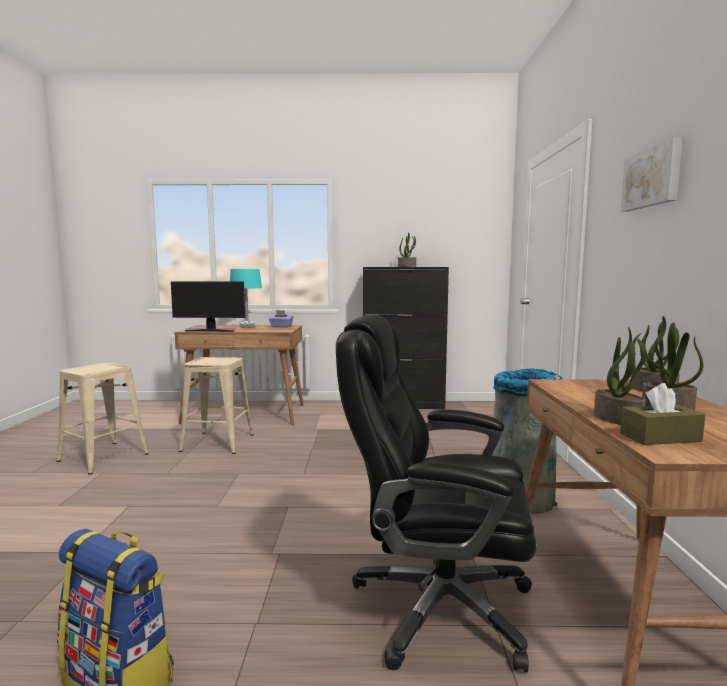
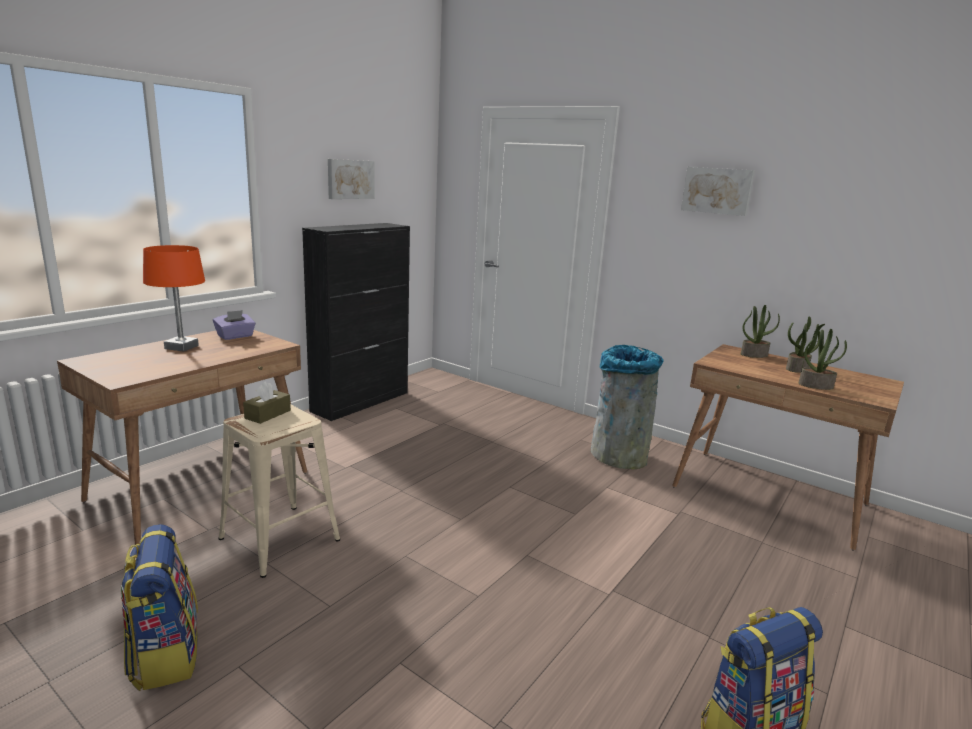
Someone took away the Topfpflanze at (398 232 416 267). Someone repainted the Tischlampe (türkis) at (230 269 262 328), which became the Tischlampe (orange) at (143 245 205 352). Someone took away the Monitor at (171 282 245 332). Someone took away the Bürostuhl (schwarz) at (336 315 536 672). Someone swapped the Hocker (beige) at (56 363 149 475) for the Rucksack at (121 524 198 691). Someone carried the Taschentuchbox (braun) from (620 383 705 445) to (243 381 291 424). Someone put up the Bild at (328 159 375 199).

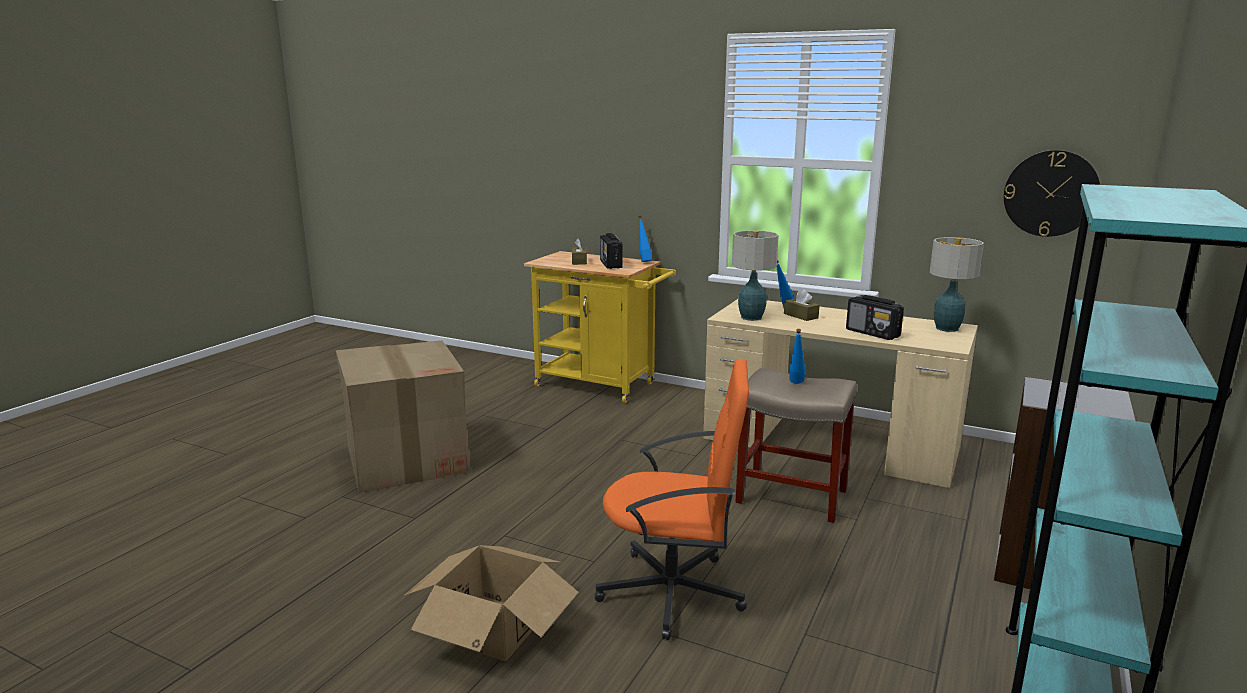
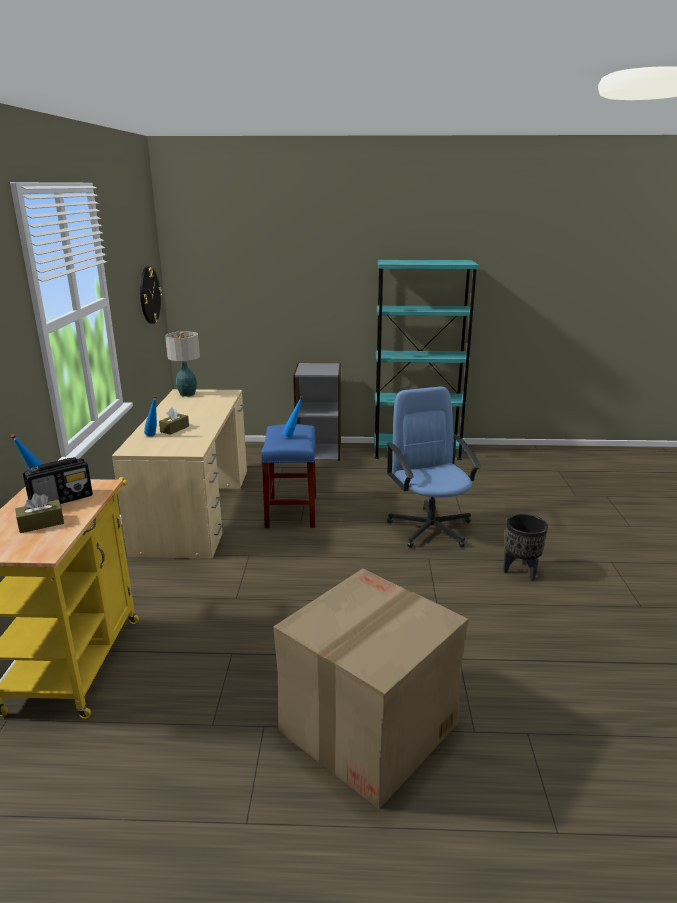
Someone took away the Tischlampe at (732 230 779 321). Someone took away the Radio at (846 295 904 340). Someone repainted the Bürostuhl (orange) at (595 359 749 640), which became the Bürostuhl (blau) at (386 386 481 548). Someone repainted the Hocker (beige) at (736 368 857 523), which became the Hocker (blau) at (261 424 316 528). Someone swapped the Karton at (404 545 579 661) for the Pflanzkübel (schwarz) at (503 514 548 580).

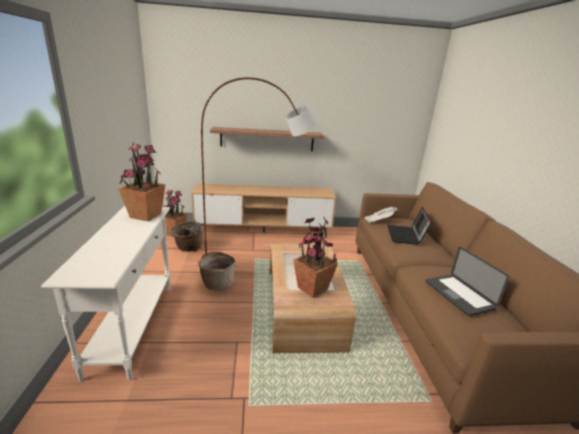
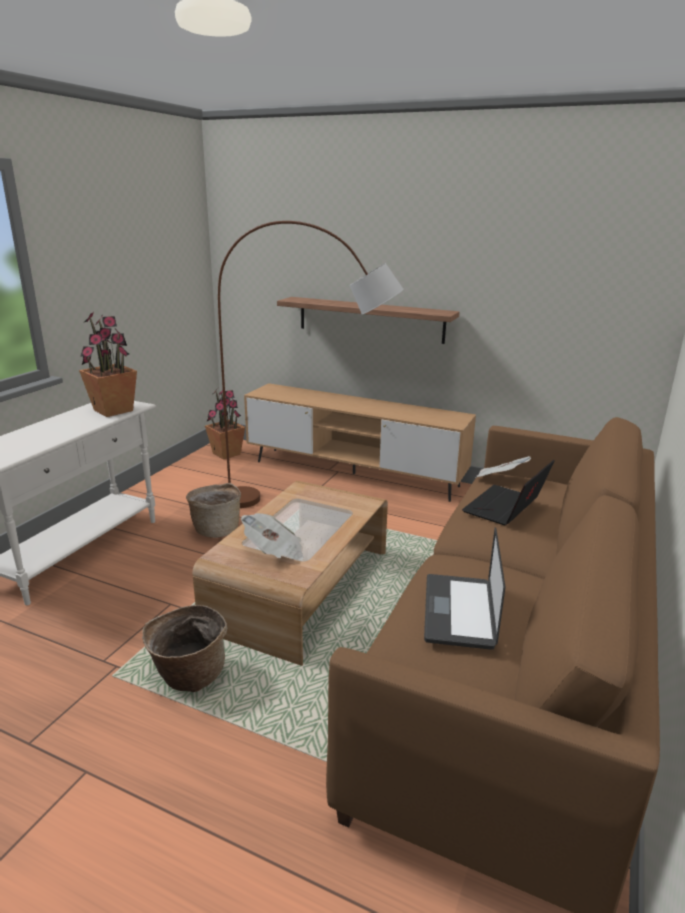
Someone swapped the Topfpflanze at (293 216 338 298) for the Zeitung at (241 513 303 561). Someone carried the Korb from (170 221 204 252) to (142 605 227 692).

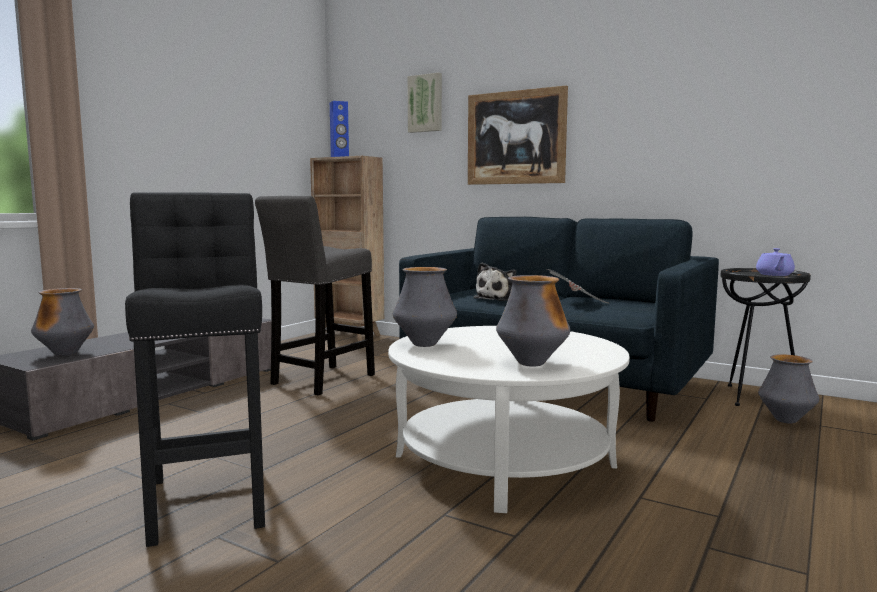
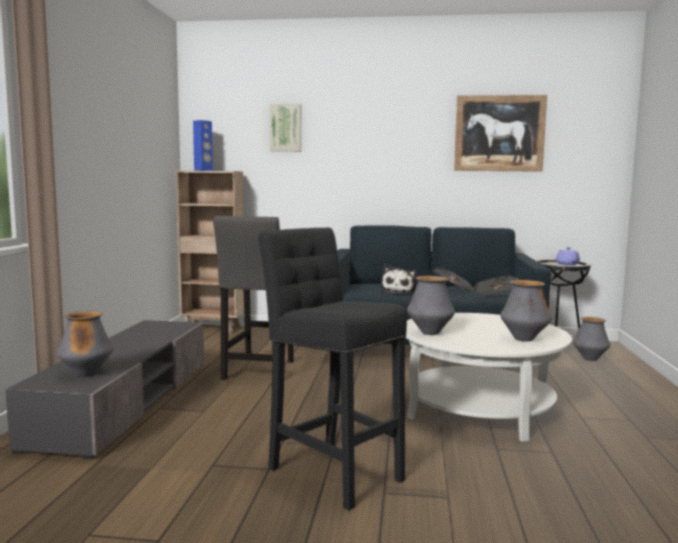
Someone carried the Bild from (468 85 568 185) to (454 95 547 172). Someone put down the Zeitung at (473 275 519 294).

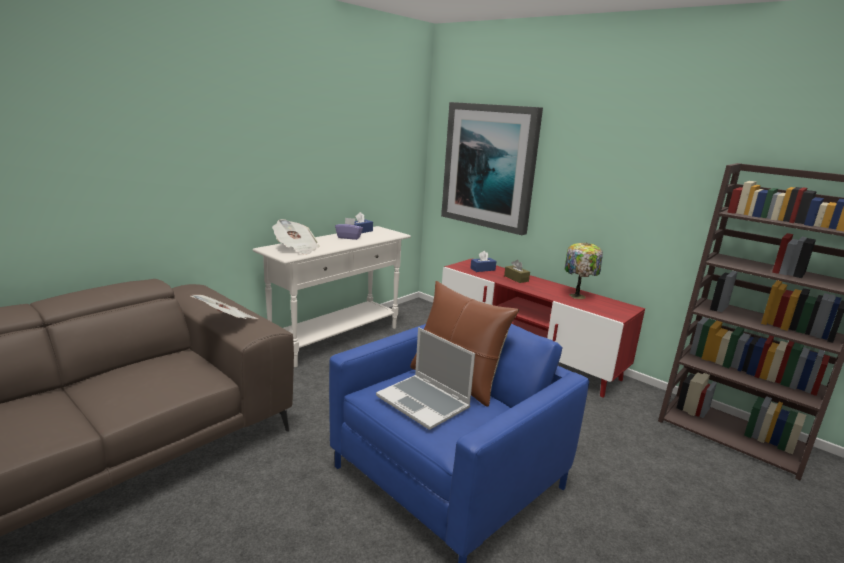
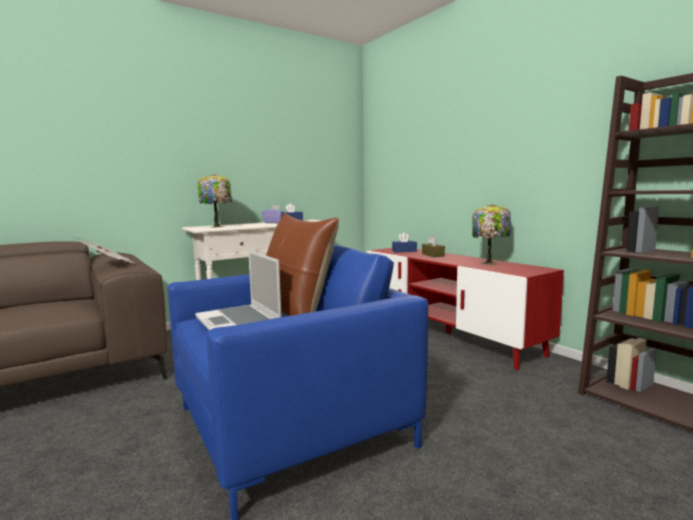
Someone took away the Bild at (441 102 543 235). Someone swapped the Zeitung at (272 219 320 255) for the Tischlampe at (198 174 232 227).

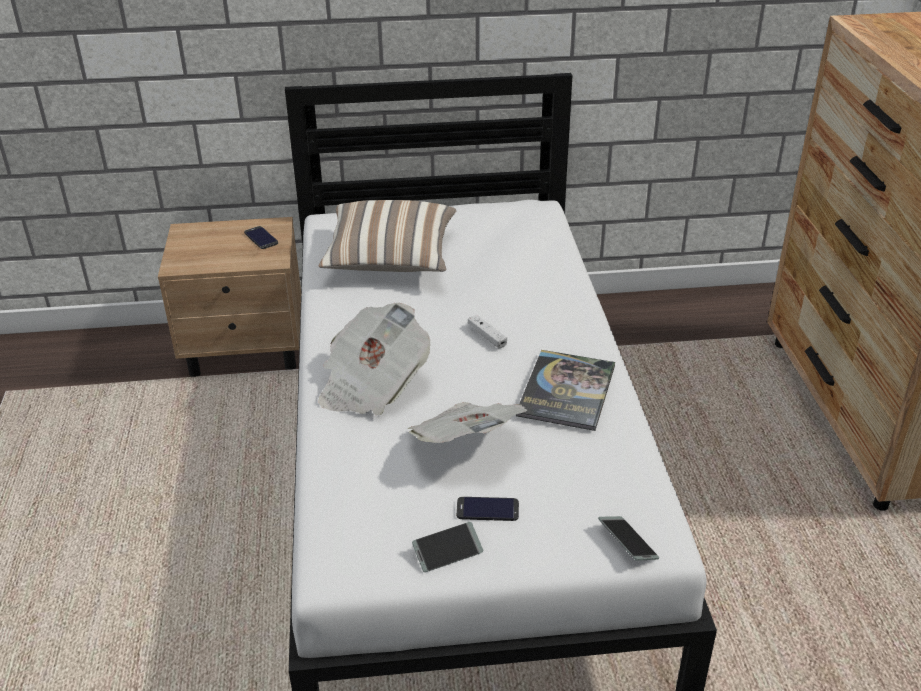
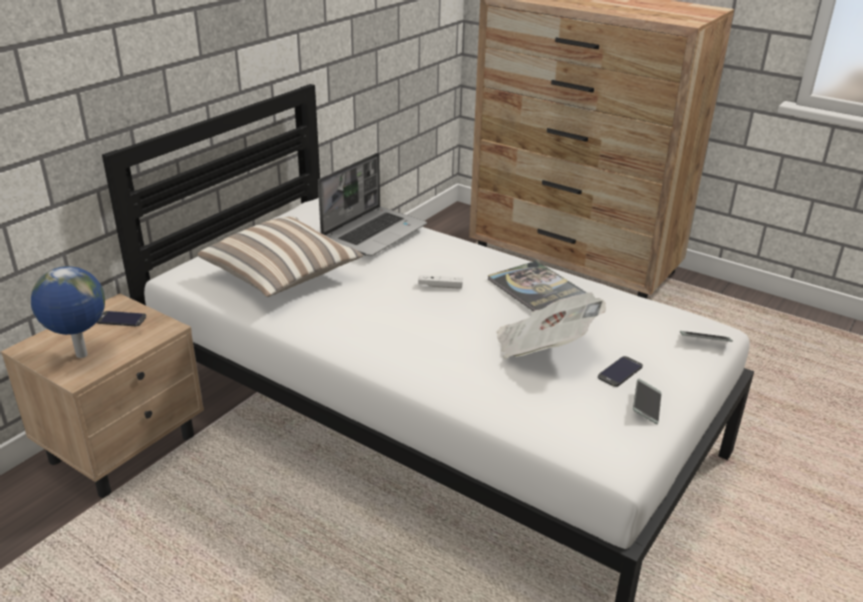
Someone took away the Zeitung at (318 303 430 415). Someone put down the Laptop at (318 153 427 256). Someone put down the Globus at (31 266 105 358).

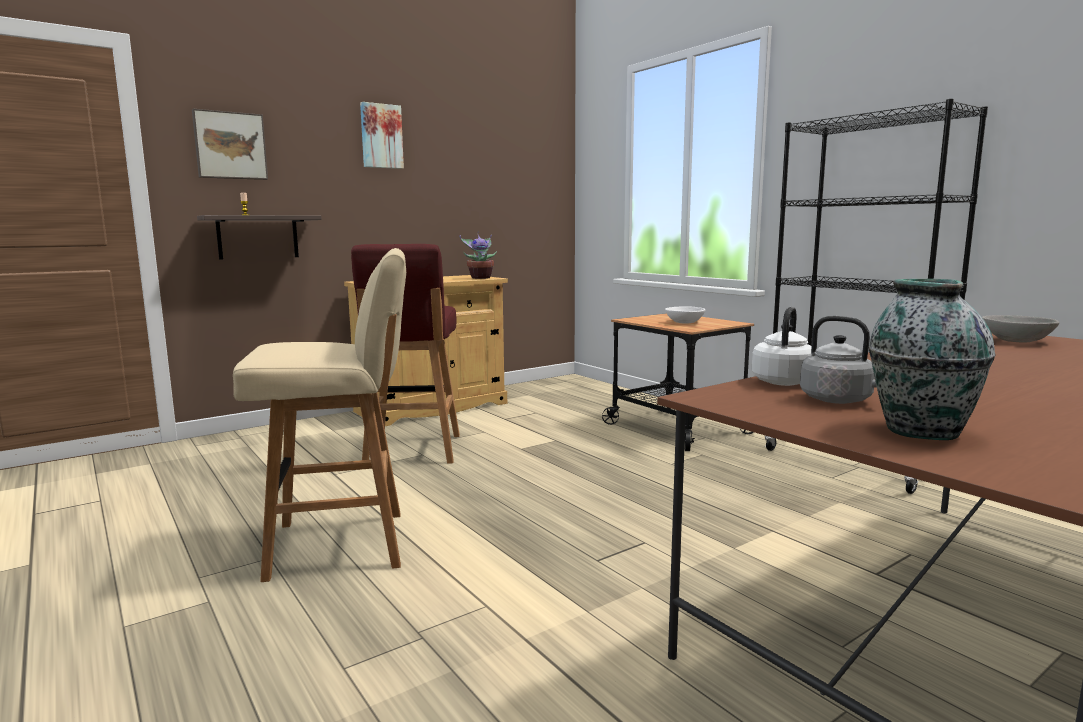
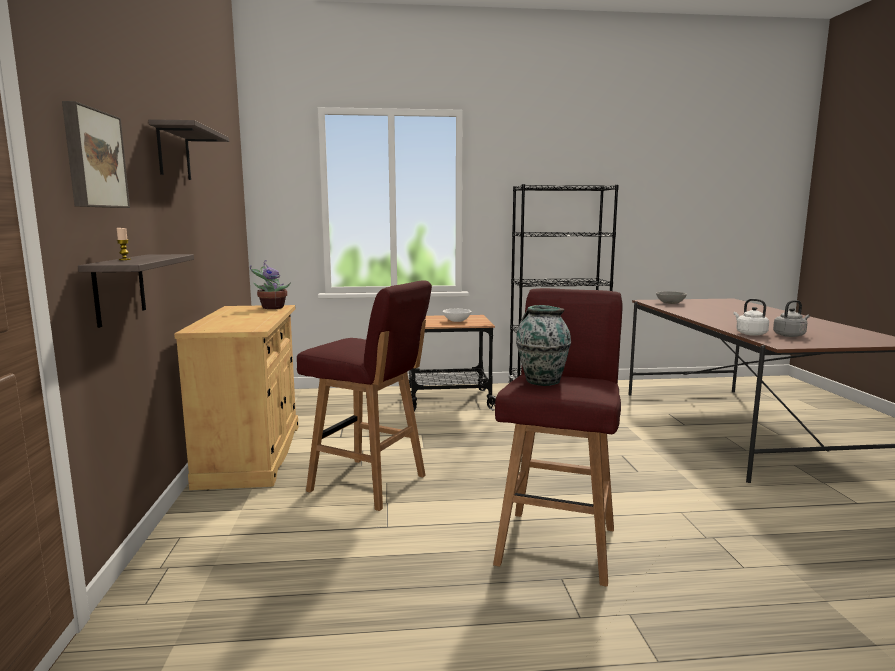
Someone swapped the Bild at (360 102 404 169) for the Wandregal at (148 119 229 180). Someone repainted the Hocker (beige) at (233 248 406 582), which became the Hocker (rot) at (493 288 623 587). Someone carried the Vase from (869 279 995 440) to (516 305 571 386).

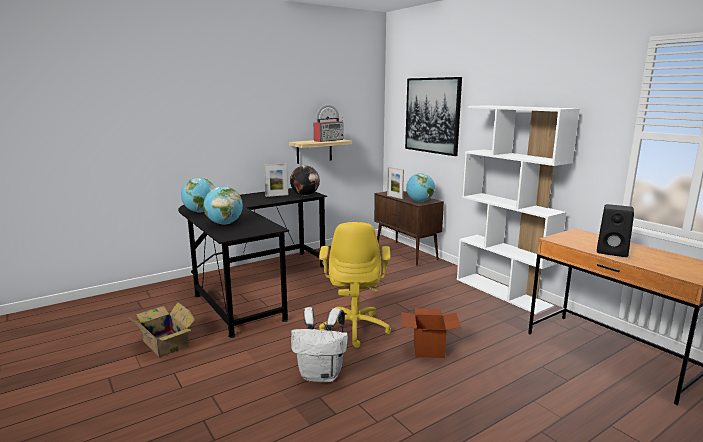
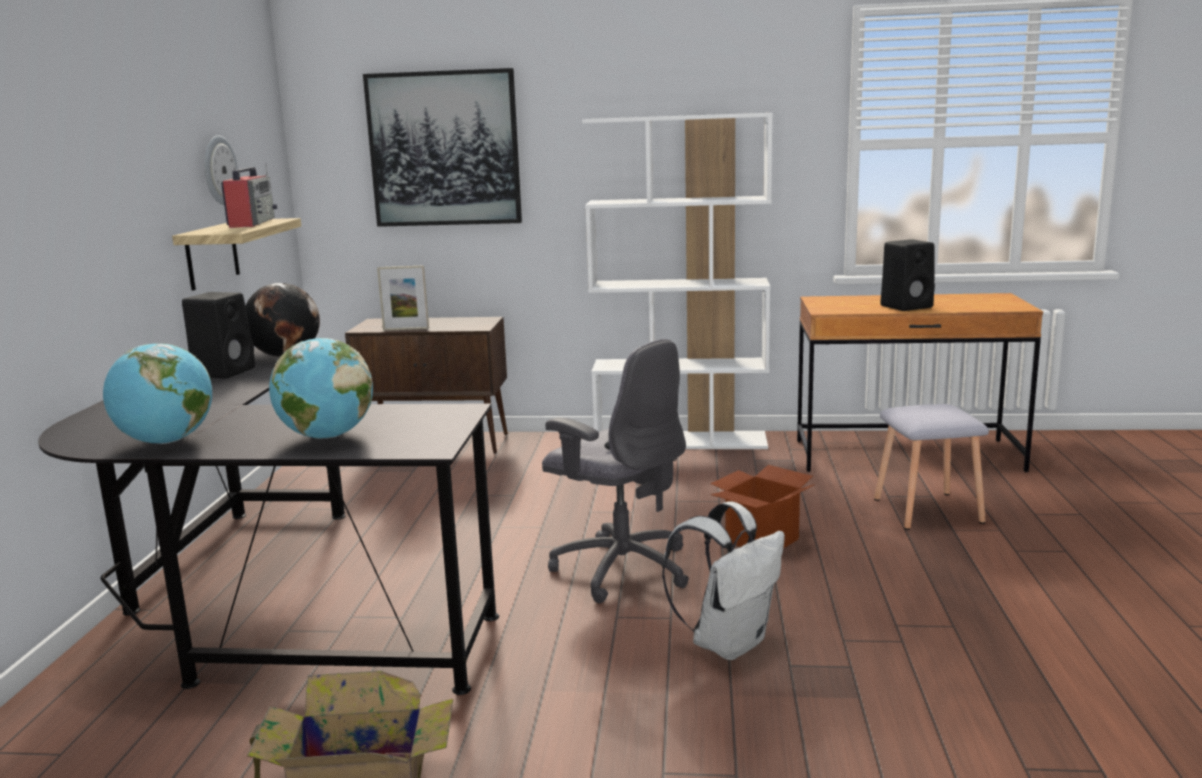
Someone swapped the Bilderrahmen at (264 163 288 197) for the Lautsprecher (schwarz) at (182 292 255 378). Someone took away the Globus at (406 173 435 202). Someone repainted the Bürostuhl (gelb) at (319 222 391 348), which became the Bürostuhl (grau) at (542 339 689 603). Someone put down the Hocker (grau) at (874 404 989 530).

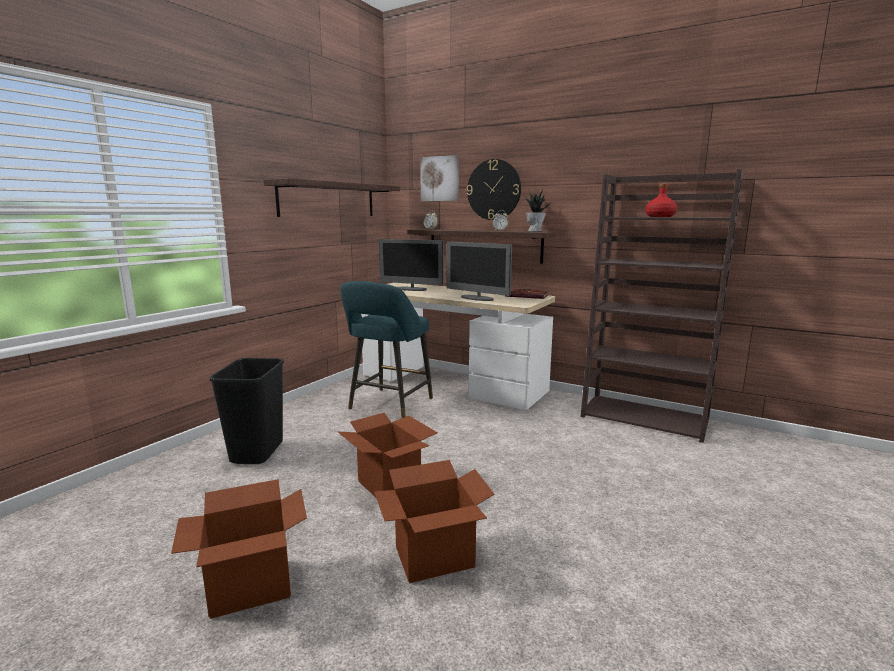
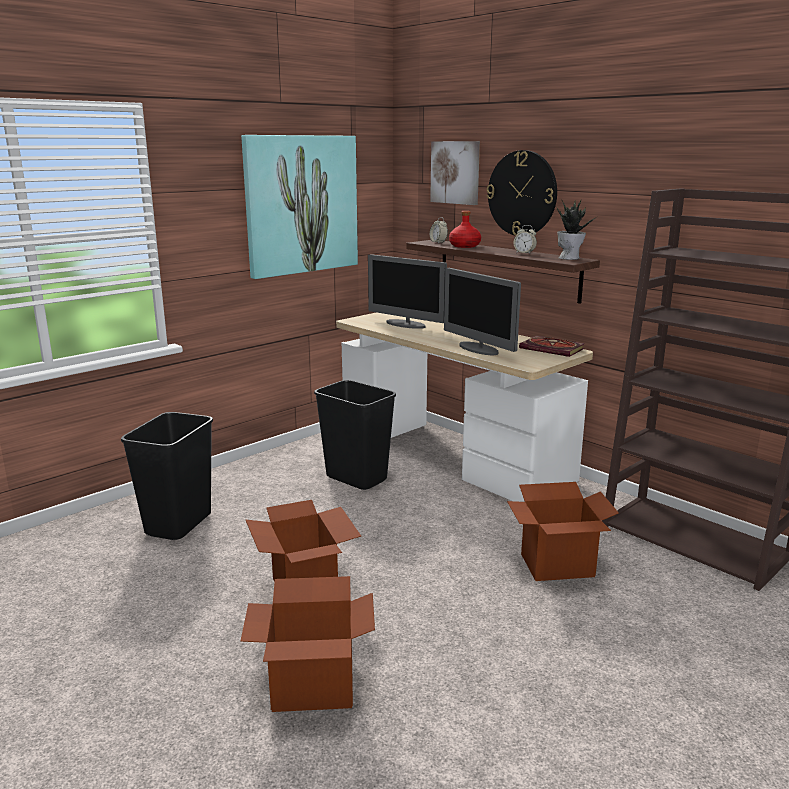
Someone swapped the Wandregal at (263 178 400 217) for the Bild at (241 135 358 279). Someone carried the Flasche (rot) from (645 184 678 217) to (449 211 481 248). Someone swapped the Hocker (türkis) at (340 281 433 418) for the Mülleimer (schwarz) at (314 380 396 490). Someone carried the Karton from (171 479 307 619) to (507 482 619 581).

